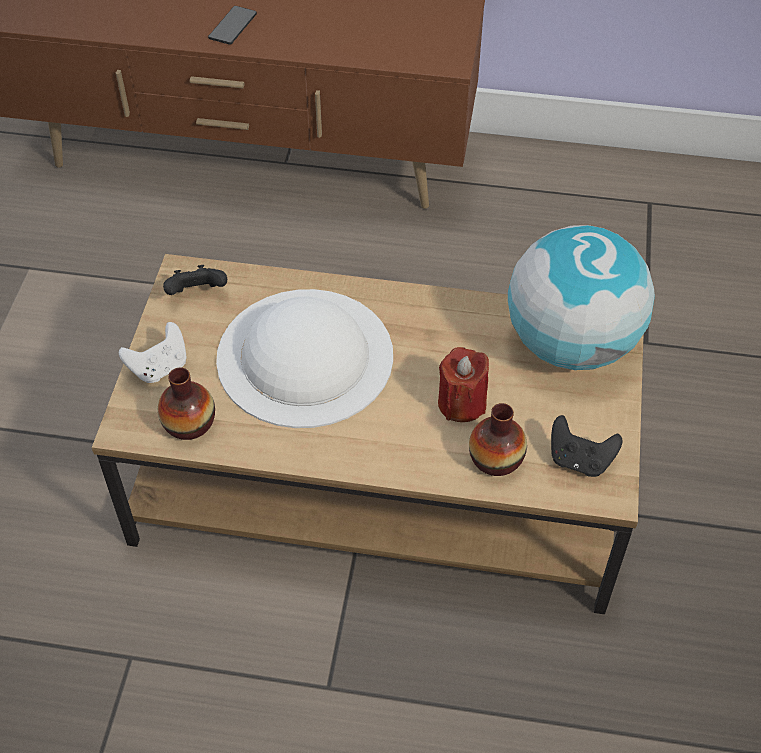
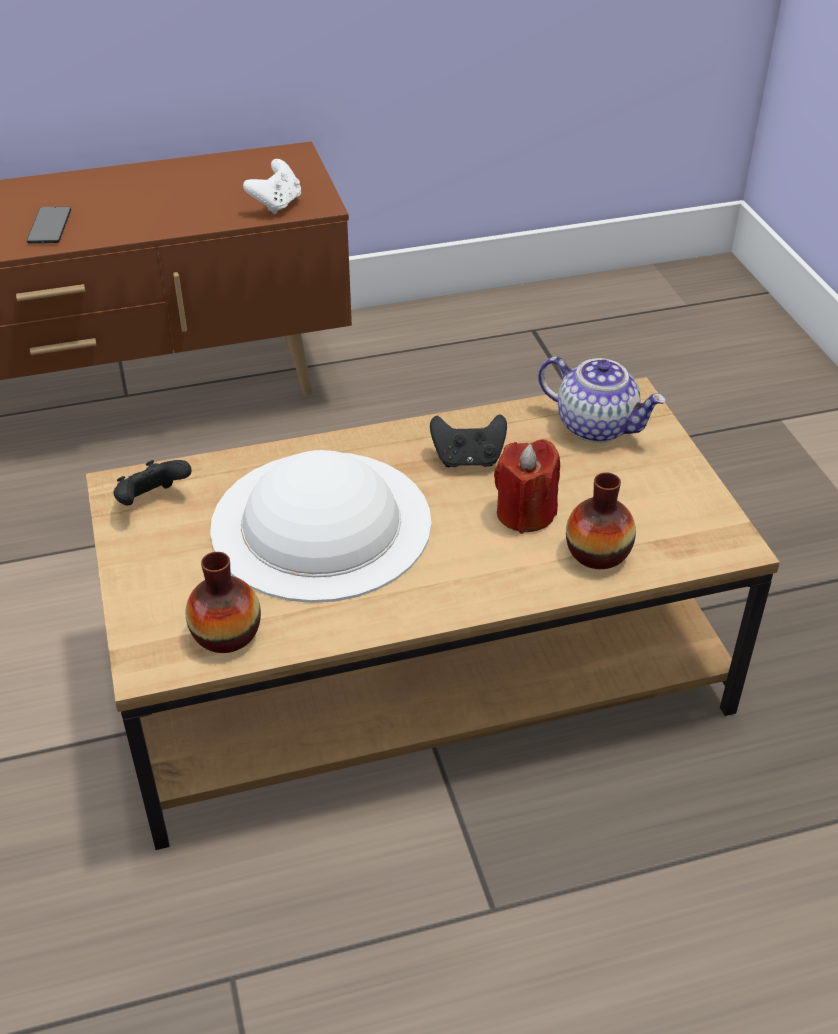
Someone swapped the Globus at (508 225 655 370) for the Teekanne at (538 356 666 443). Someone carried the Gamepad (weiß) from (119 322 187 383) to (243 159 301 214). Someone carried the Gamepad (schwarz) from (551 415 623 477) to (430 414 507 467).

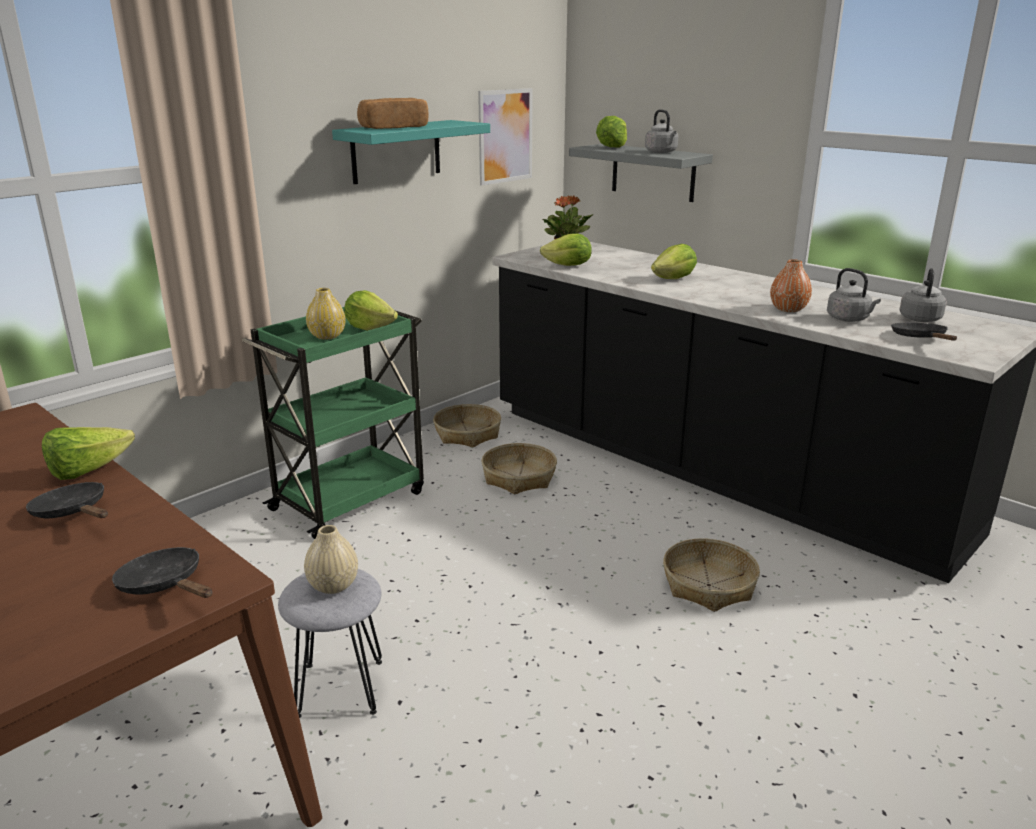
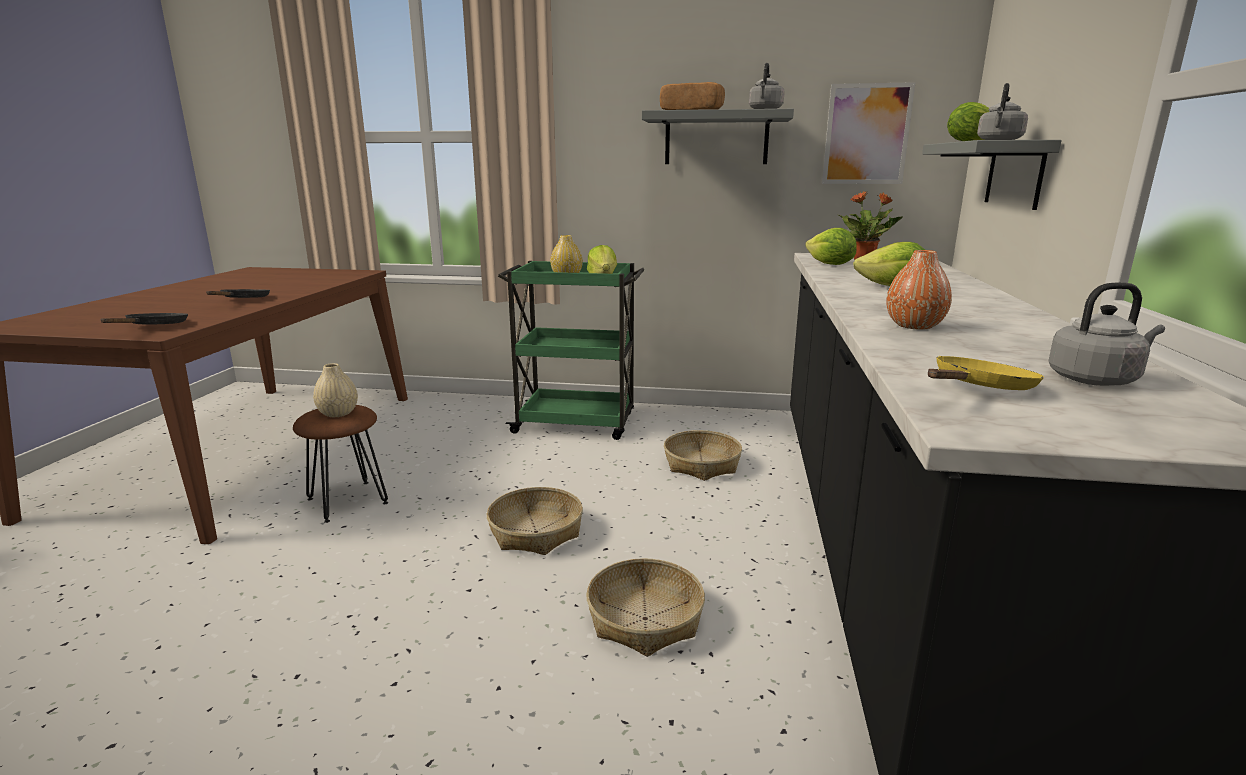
Someone repainted the Wandregal (türkis) at (332 120 490 184), which became the Wandregal (grau) at (642 109 794 164). Someone carried the Wasserkessel (grau) from (827 268 881 322) to (749 63 785 109). Someone repainted the Pfanne (schwarz) at (891 323 957 341), which became the Pfanne (gelb) at (928 356 1044 390). Someone carried the Korb from (433 404 501 447) to (487 487 583 555). Someone took away the Salatkopf at (42 427 135 480). Someone repainted the Hocker (grau) at (278 569 382 718), which became the Hocker (braun) at (293 405 388 523).

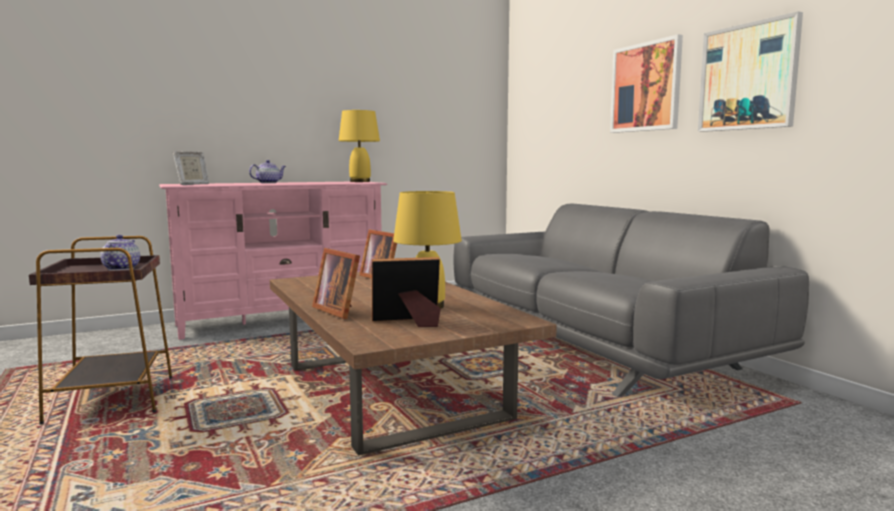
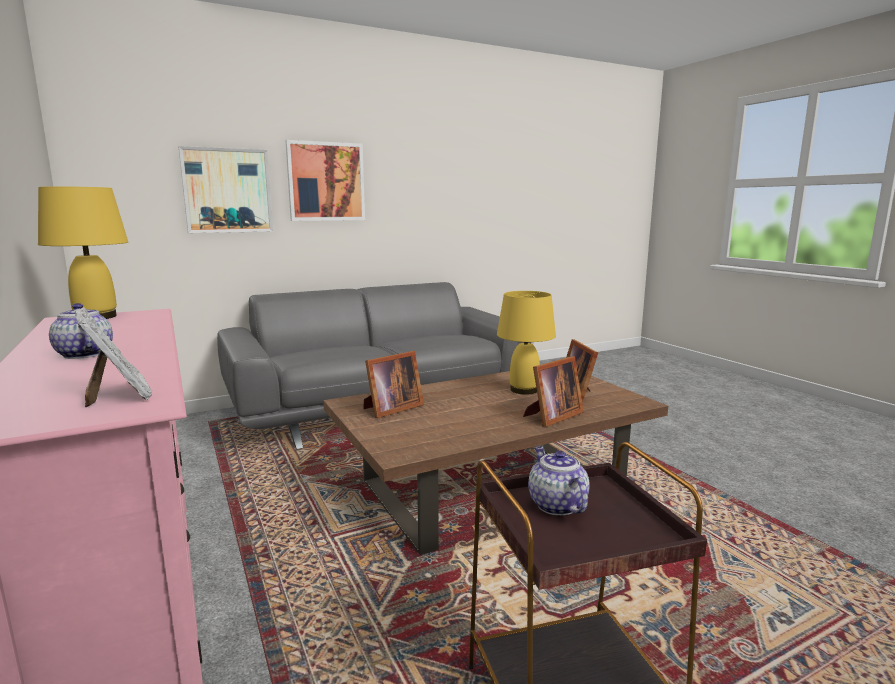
Someone carried the Bild from (698 11 803 132) to (179 146 273 233). Someone rotated the Teekanne at (100 235 140 270) by 75 degrees clockwise.

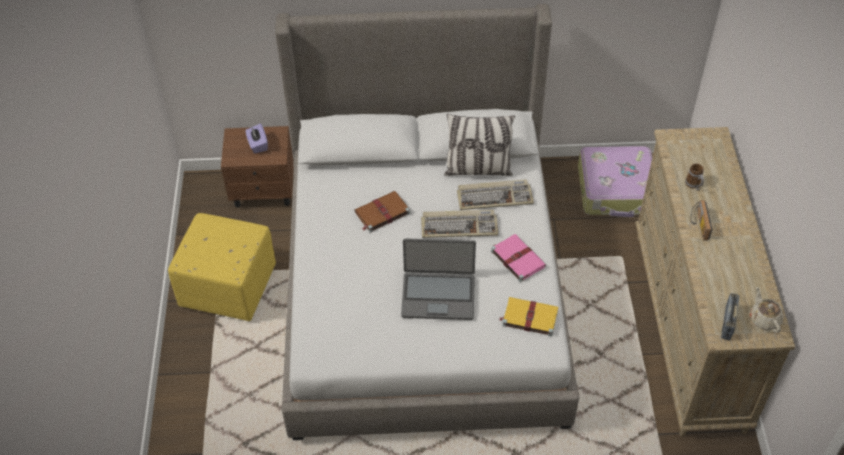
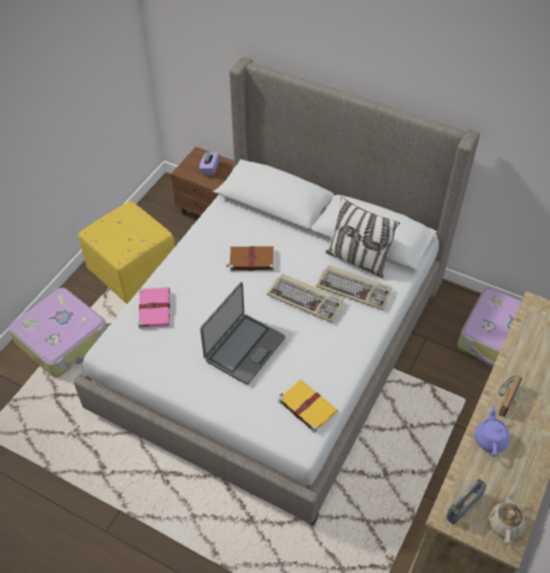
Someone took away the Henkelbecher at (685 163 704 190). Someone carried the Buch (rosa) from (491 234 546 282) to (138 287 170 328). Someone rotated the Laptop at (401 239 476 320) by 90 degrees counterclockwise. Someone put down the Koffer at (8 288 107 378). Someone put down the Teekanne (lila) at (475 404 510 457).

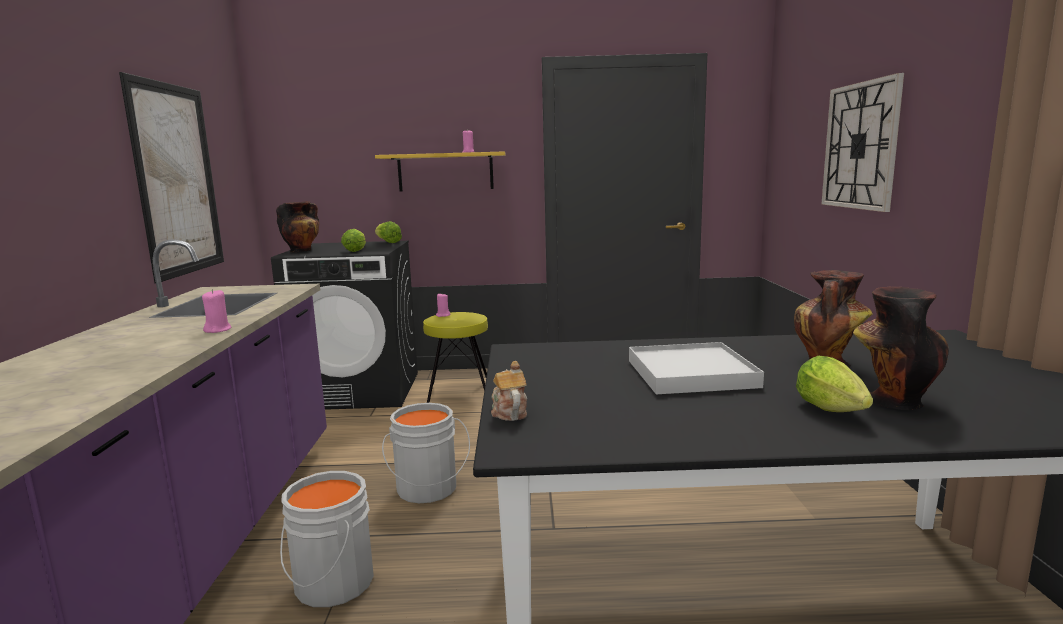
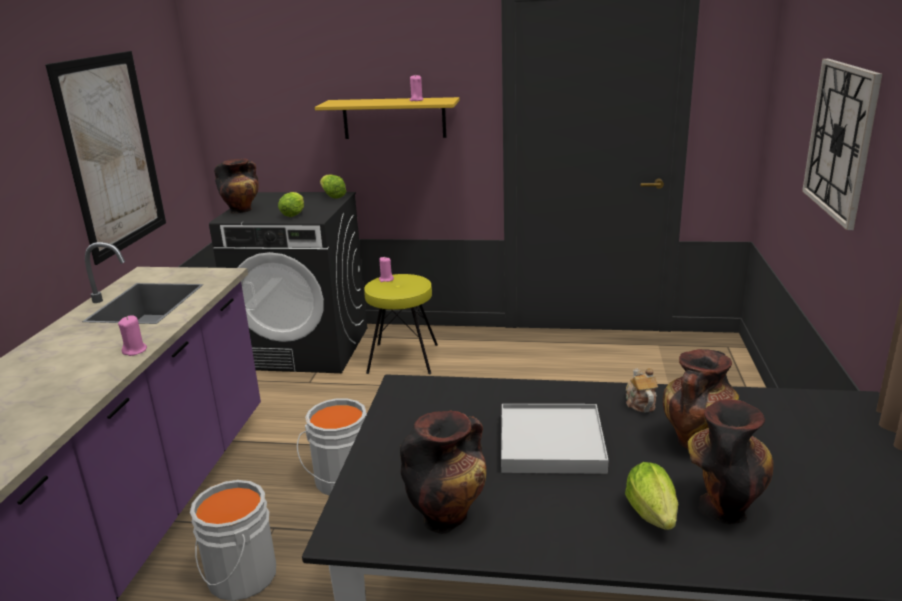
Someone carried the Teekanne from (491 361 527 421) to (626 368 658 412). Someone put down the Vase at (400 410 487 534).

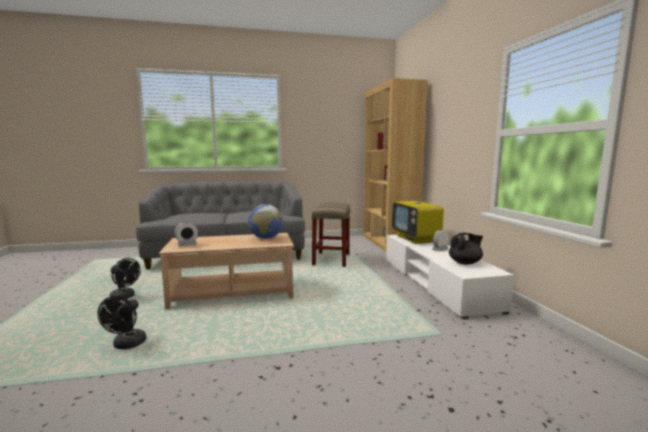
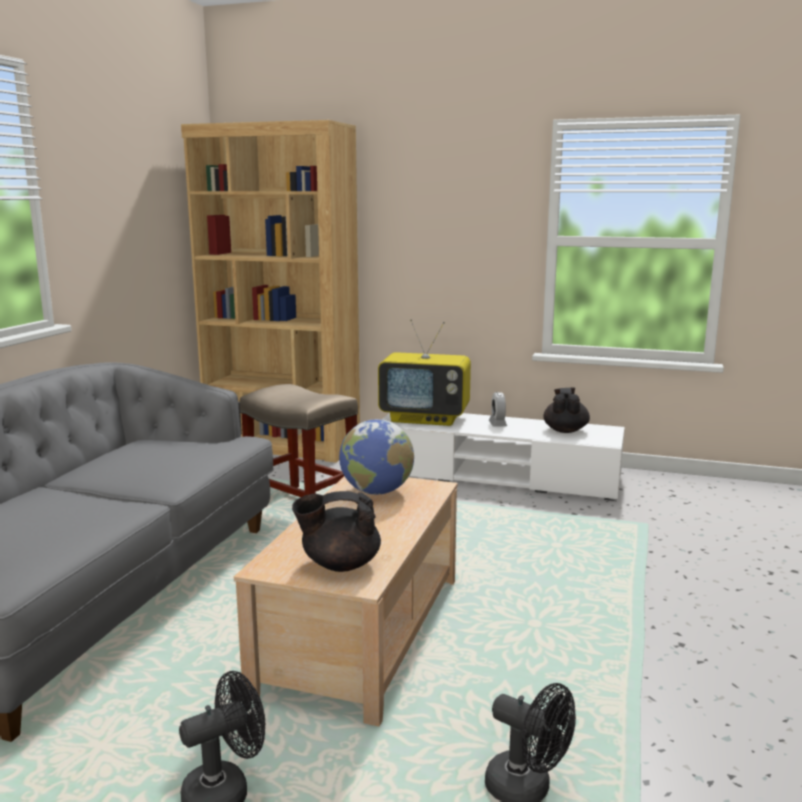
Someone swapped the Wecker at (175 222 198 247) for the Teekanne (schwarz) at (292 491 381 572).

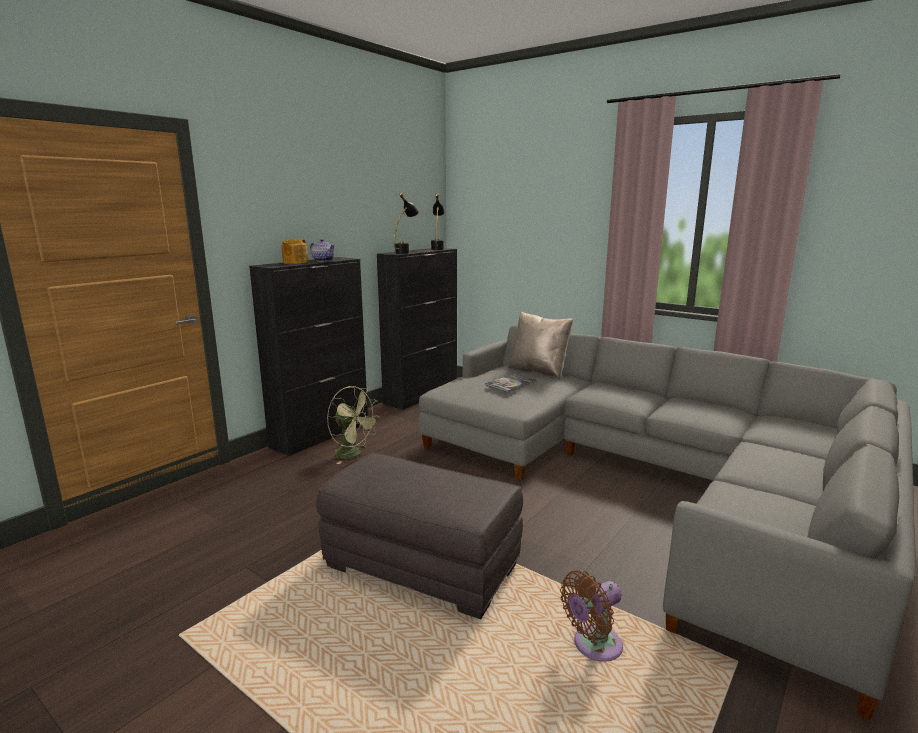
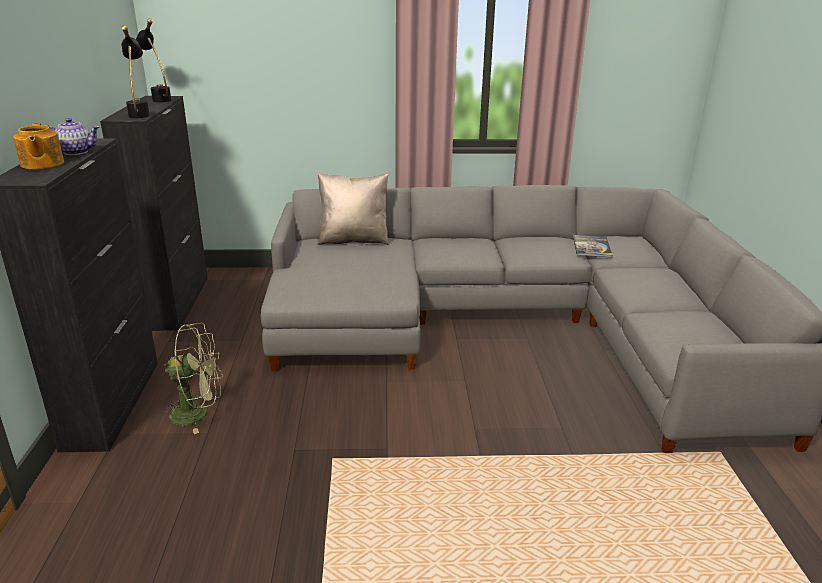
Someone carried the Buch from (485 374 537 392) to (573 235 613 257). Someone took away the Polsterhocker (grau) at (316 453 523 619). Someone took away the Ventilator (braun) at (560 570 623 662).

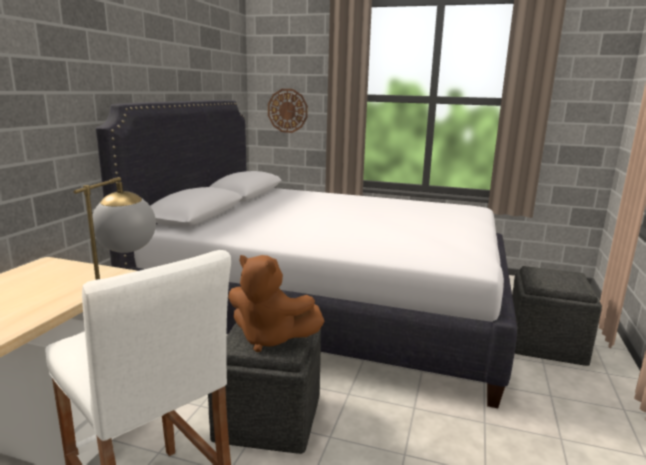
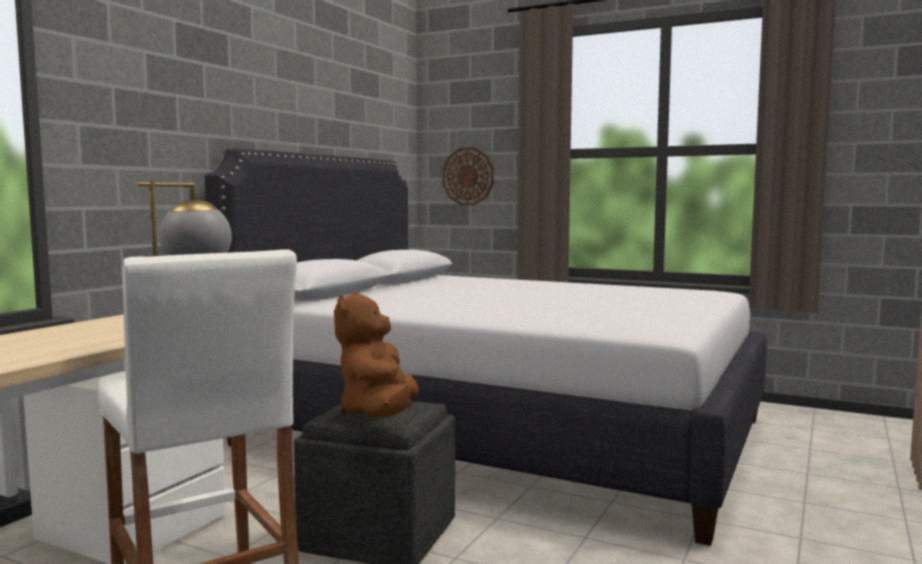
Someone rotated the Plüschtier (braun) at (228 255 325 352) by 60 degrees clockwise. Someone took away the Polsterhocker (grau) at (512 266 602 366).

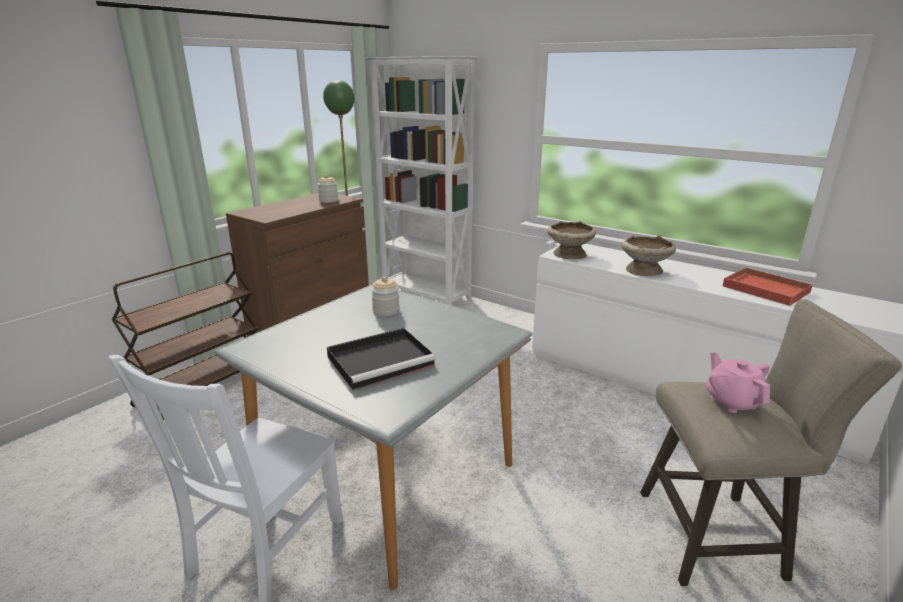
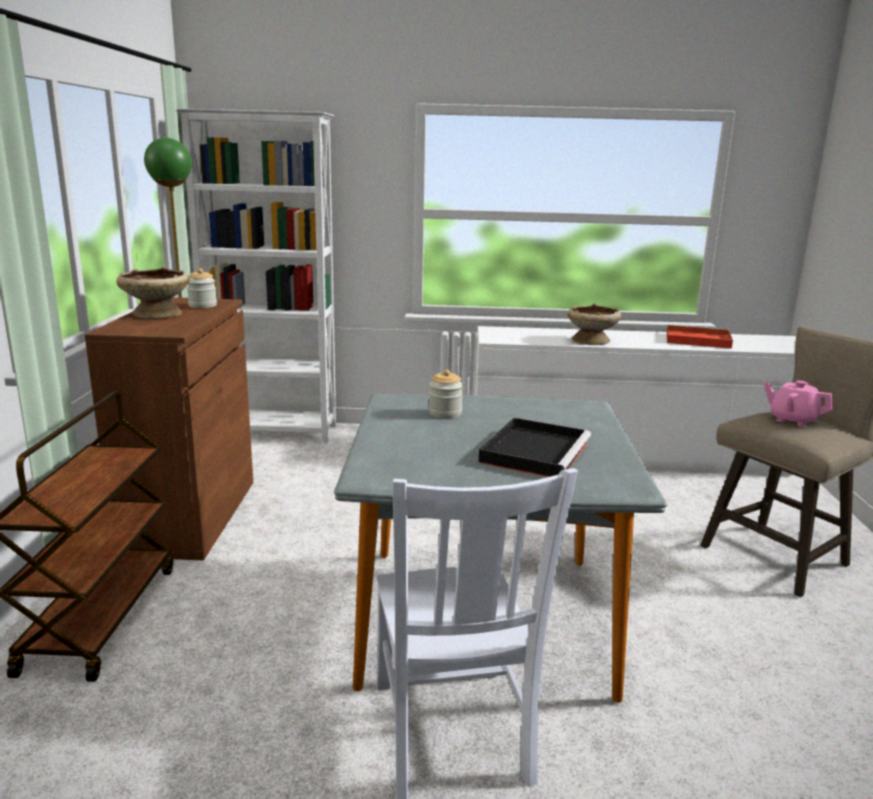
Someone carried the Schüssel (beige) from (548 221 596 259) to (116 267 189 319).

